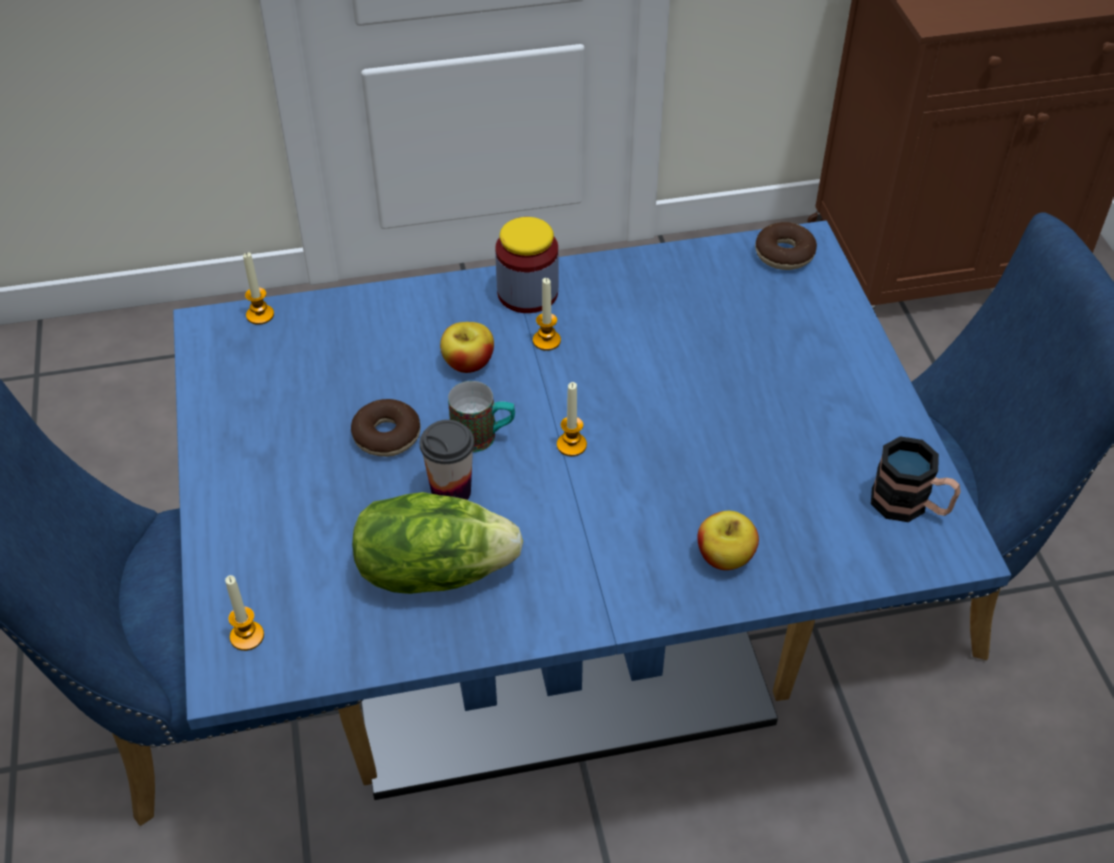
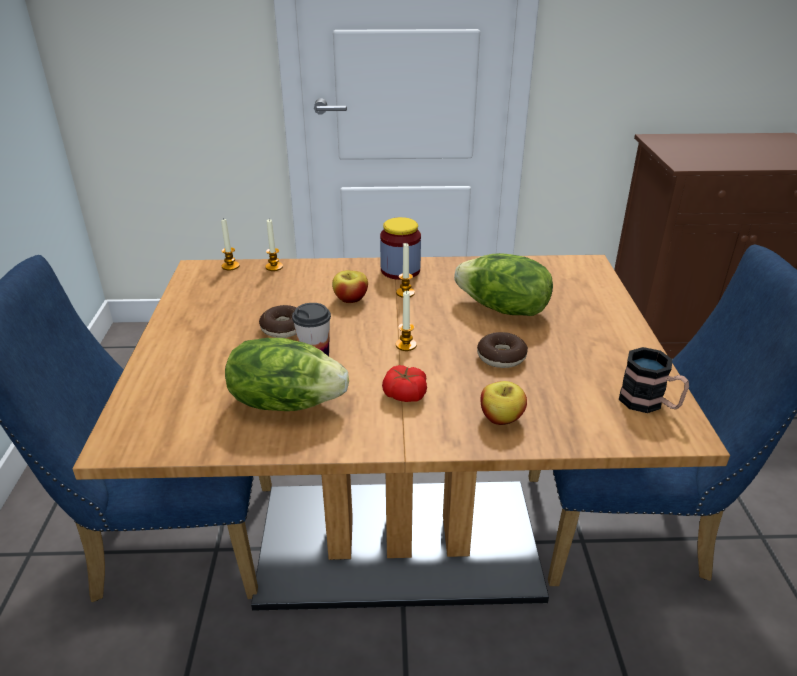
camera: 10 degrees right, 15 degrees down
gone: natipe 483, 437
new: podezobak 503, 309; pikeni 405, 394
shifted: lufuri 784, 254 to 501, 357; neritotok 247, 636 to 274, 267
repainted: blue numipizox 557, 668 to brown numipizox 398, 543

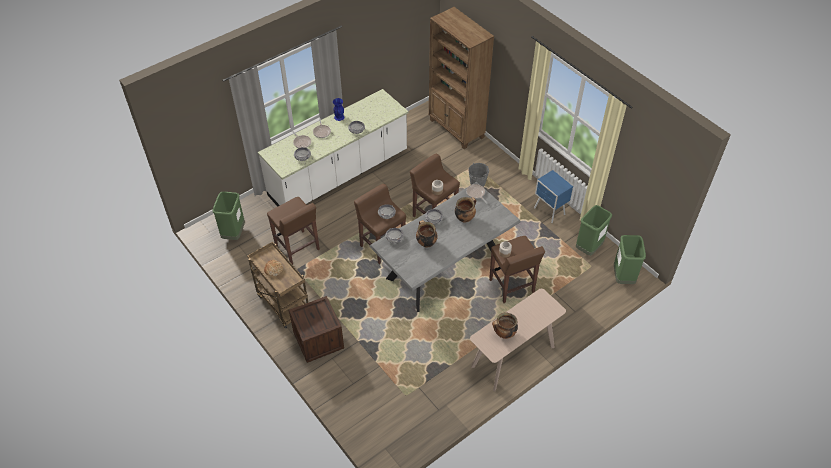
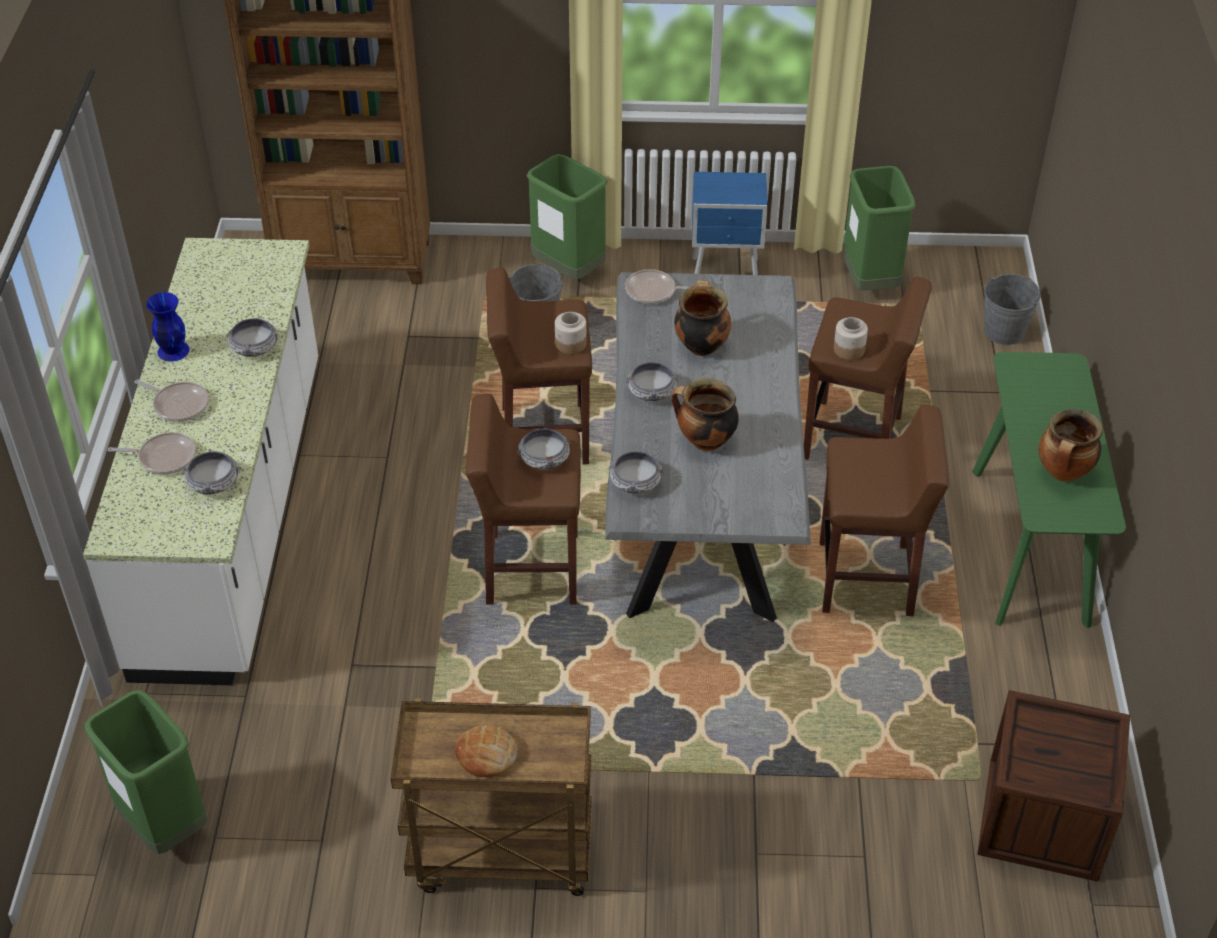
camera: 50 degrees left, 5 degrees down
new: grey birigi 1004, 331
shifted: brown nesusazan 297, 248 to 867, 579; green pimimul 623, 277 to 568, 270; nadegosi 318, 340 to 1042, 818
repainted: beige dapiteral 513, 357 to green dapiteral 1030, 546

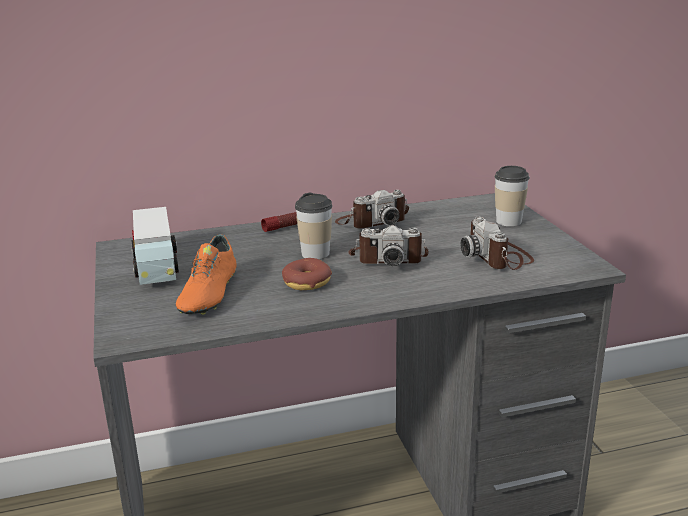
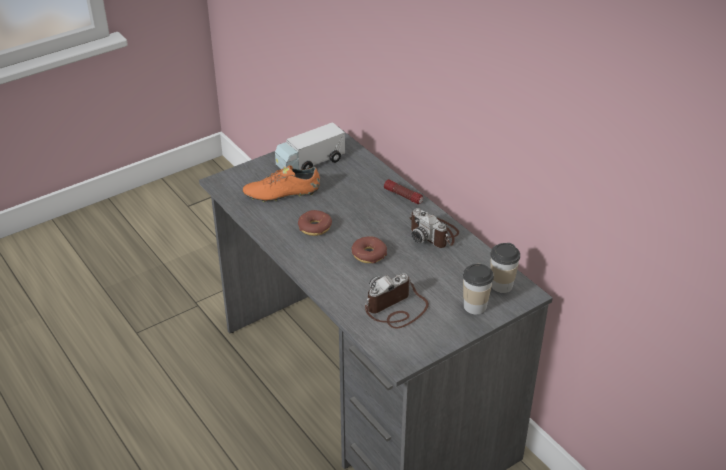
camera: 70 degrees right, 15 degrees up
shifted: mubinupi 315, 254 to 501, 285
swapped: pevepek 387, 258 to lufuri 369, 254

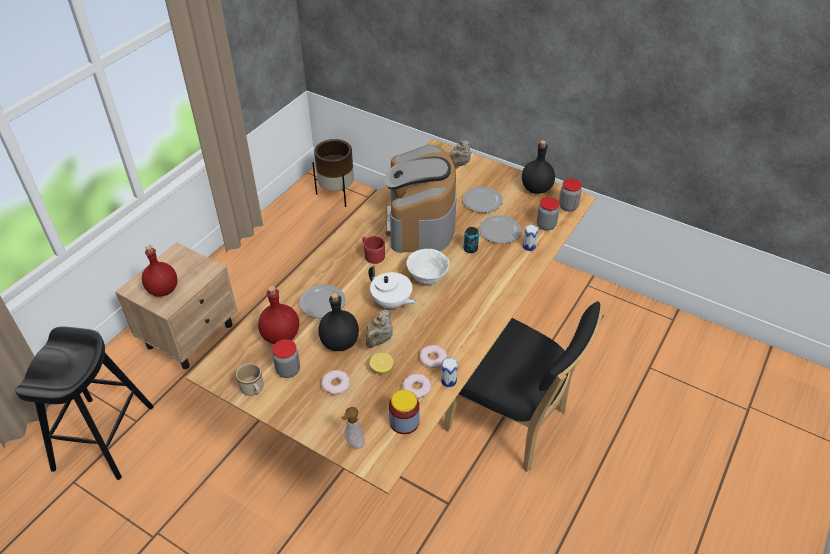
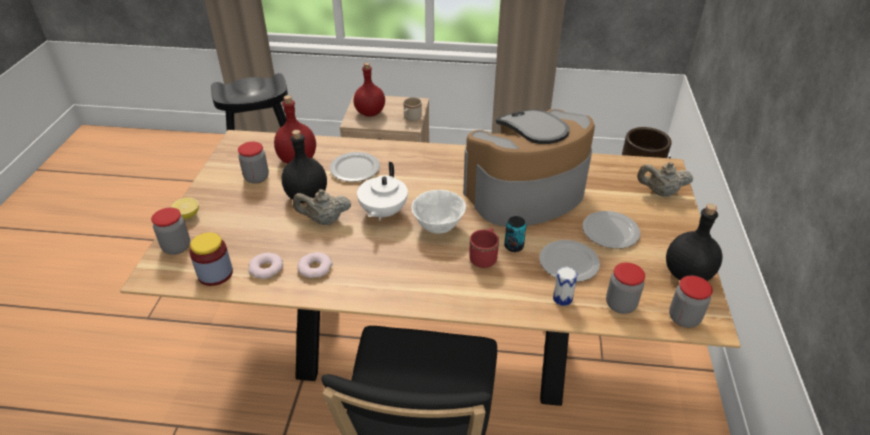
camera: 65 degrees right, 5 degrees down
gone: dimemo 448, 381; lufuri 336, 384
shifted: red natipe 372, 256 to 484, 257; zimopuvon 382, 369 to 187, 215; beige natipe 253, 390 to 411, 118
swapped: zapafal 353, 444 to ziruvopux 176, 247

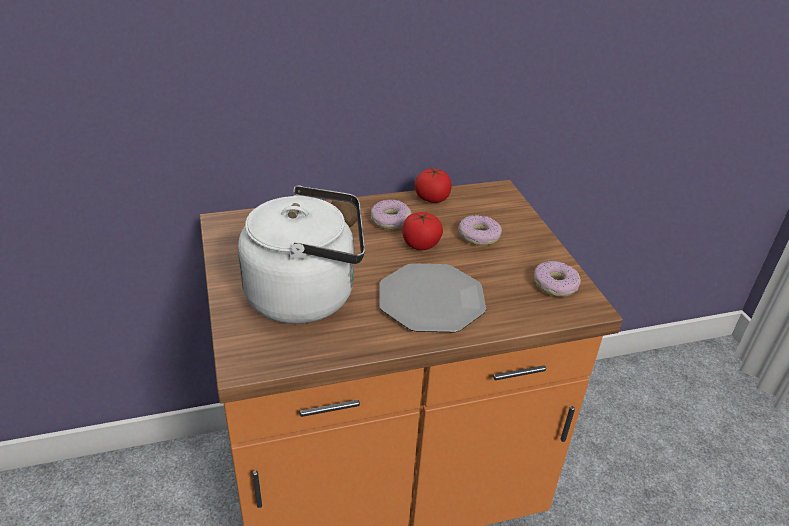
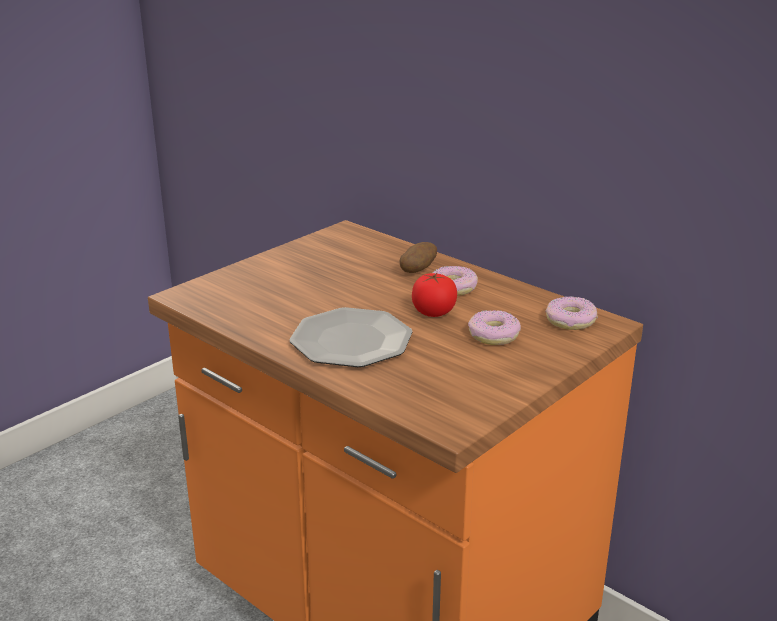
camera: 60 degrees right, 10 degrees down
gone: pikeni 432, 198; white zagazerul 308, 295
shifted: lufuri 555, 285 to 571, 321

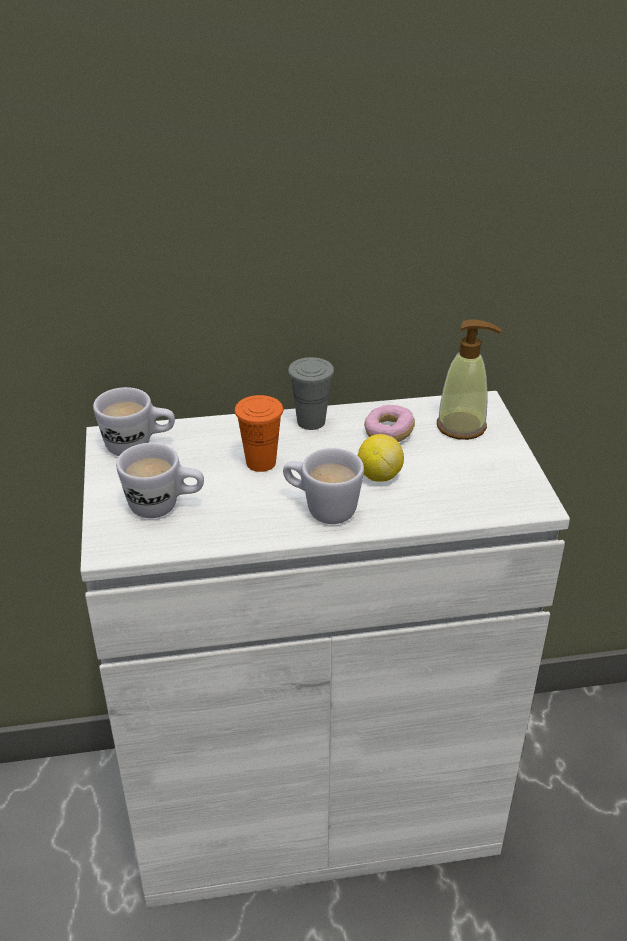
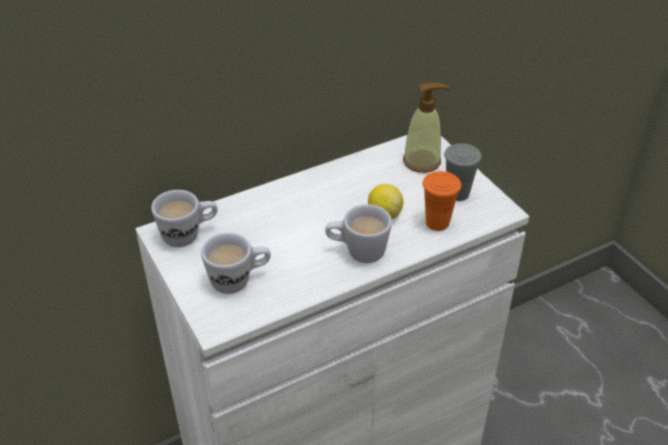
camera: 20 degrees left, 5 degrees up
gone: lufuri 388, 433
shifted: grey mubinupi 311, 422 to 457, 193; orange mubinupi 261, 462 to 437, 223

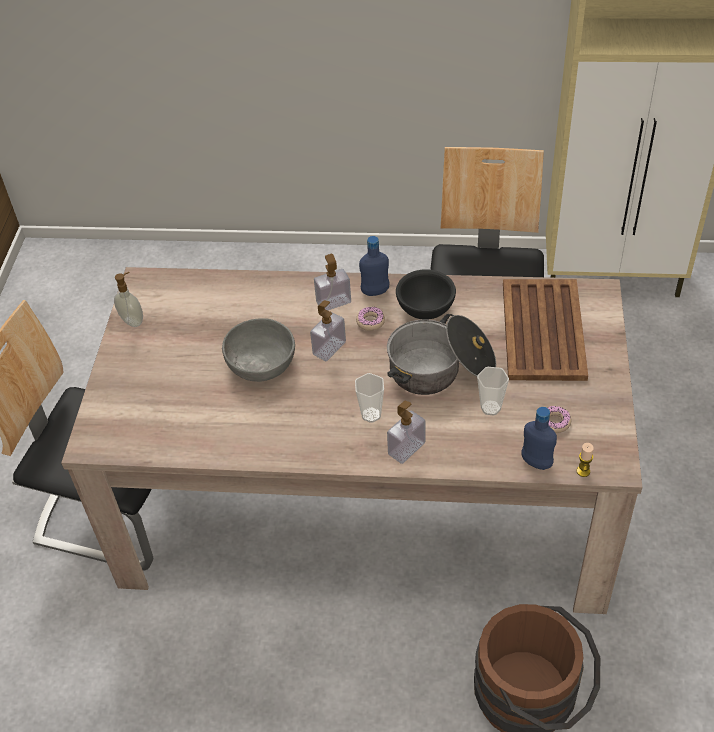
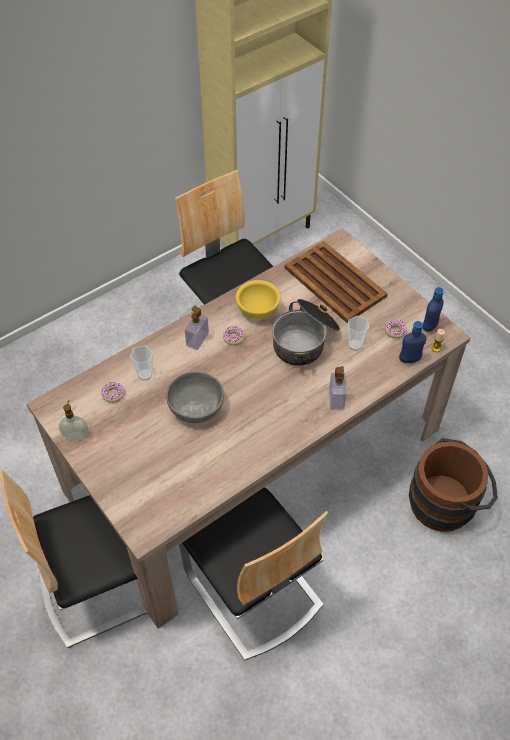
camera: 45 degrees left, 5 degrees up
gone: zapafal 329, 348
new: lufuri 113, 394; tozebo 253, 590
shifted: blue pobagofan 375, 292 to 429, 326; mubinupi 371, 415 to 145, 374
repainted: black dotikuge 426, 310 to yellow dotikuge 258, 310

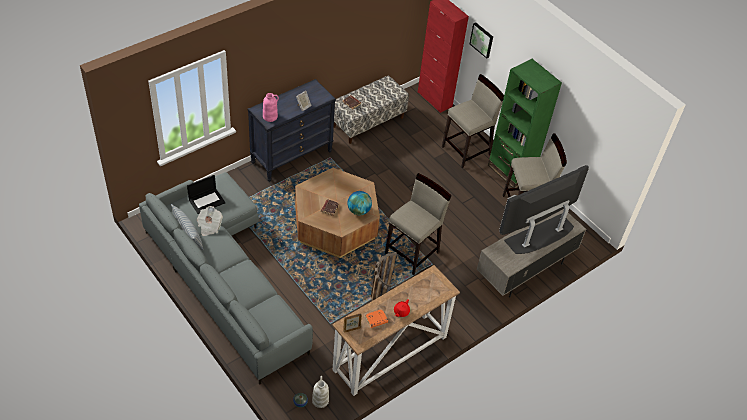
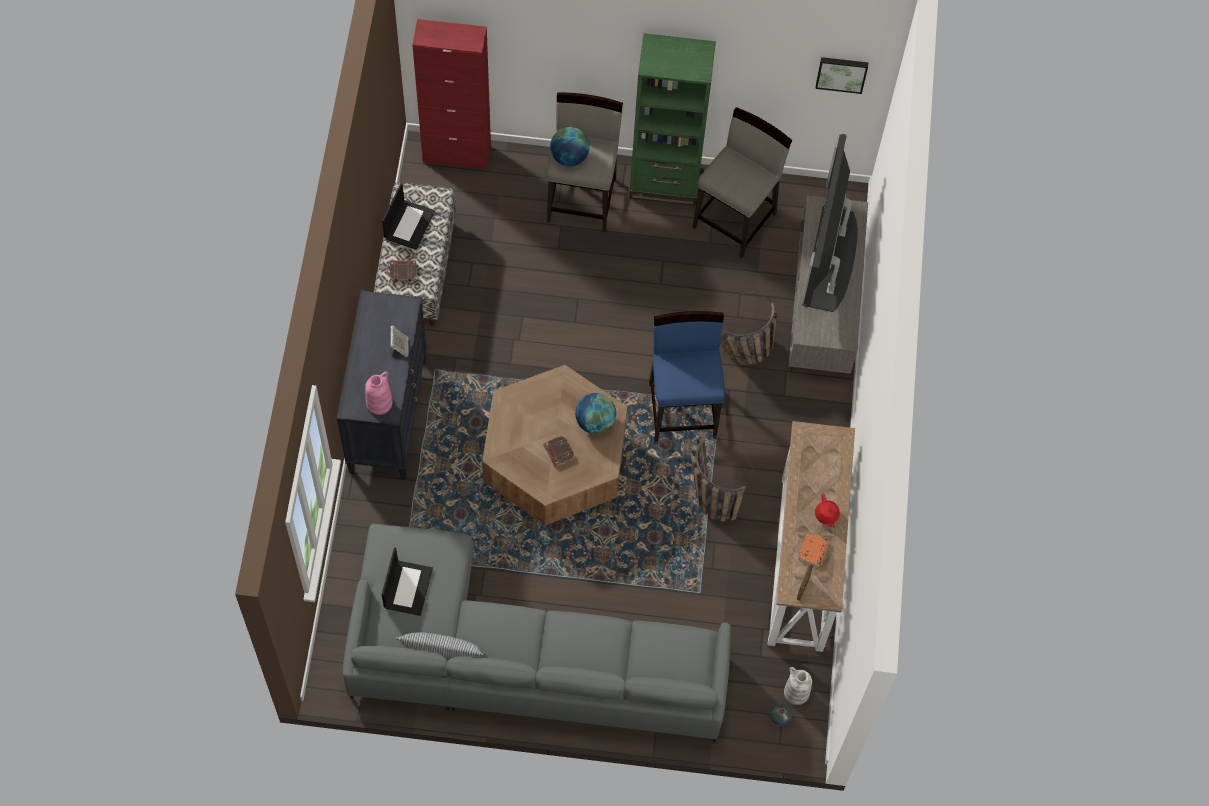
camera: 45 degrees left, 15 degrees up
gone: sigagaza 209, 226
new: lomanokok 569, 157; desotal 409, 224; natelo 740, 352
shifted: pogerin 482, 39 to 841, 73
repainted: beige nesusazan 412, 253 to blue nesusazan 683, 409

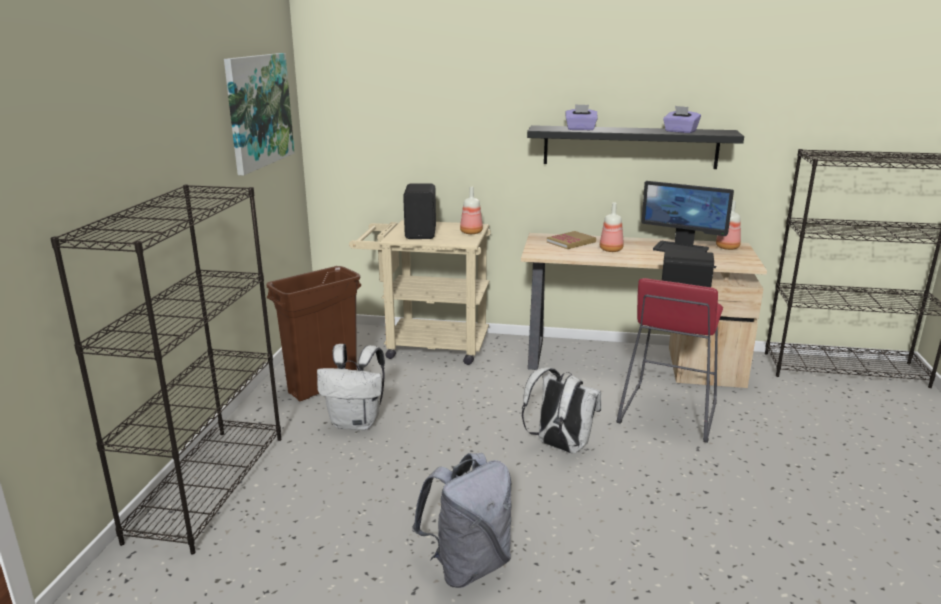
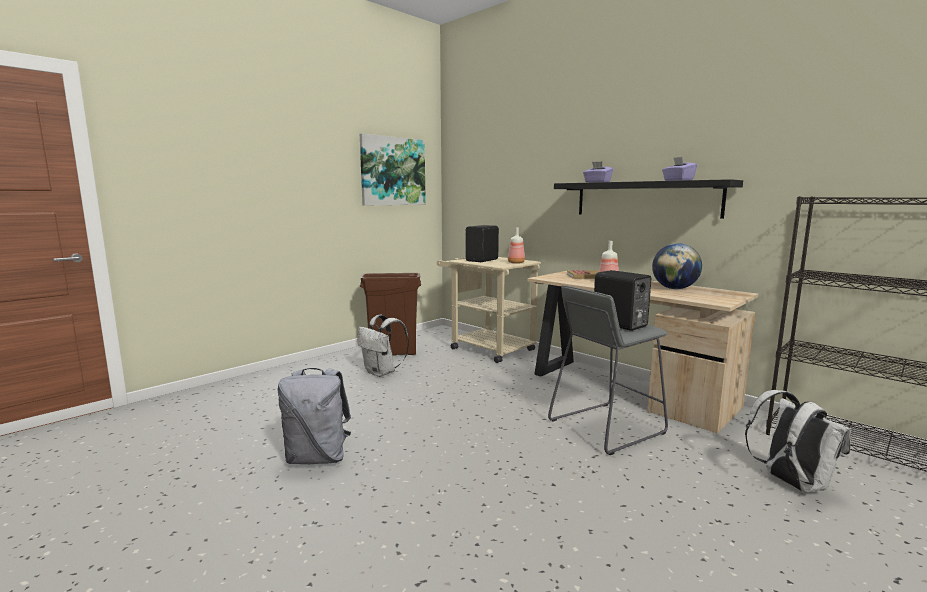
camera: 35 degrees right, 10 degrees down
gone: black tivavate 209, 485; pobagofan 728, 248
shifted: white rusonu 559, 446 to 790, 483
swapped: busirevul 681, 249 to lomanokok 674, 288
repainted: red nesusazan 668, 413 to grey nesusazan 606, 427

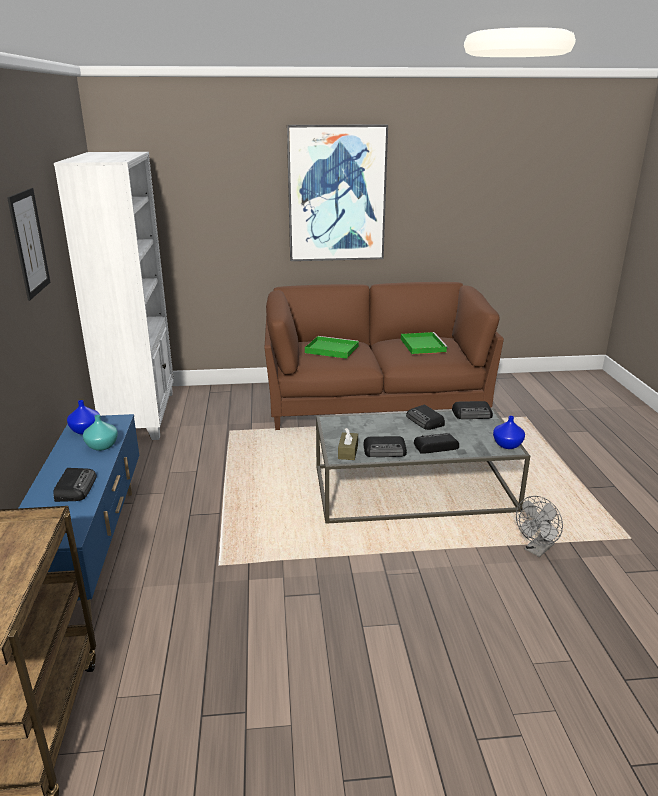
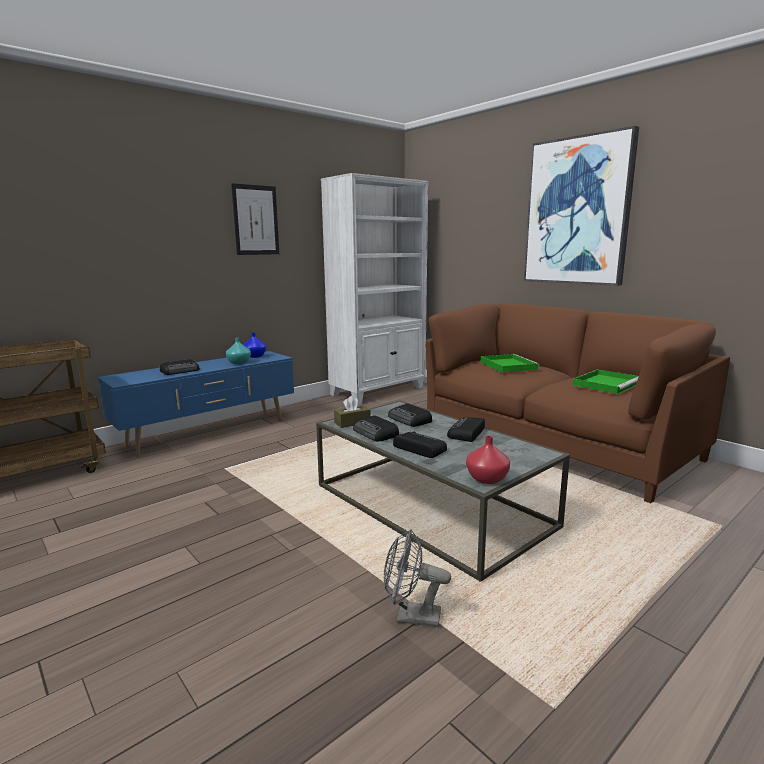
camera: 55 degrees right, 10 degrees down
shifted: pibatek 473, 414 to 410, 420
repainted: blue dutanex 507, 445 to red dutanex 486, 479

